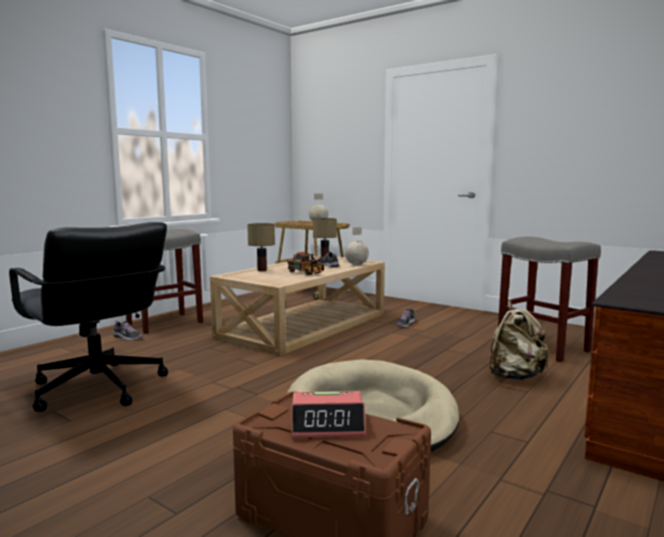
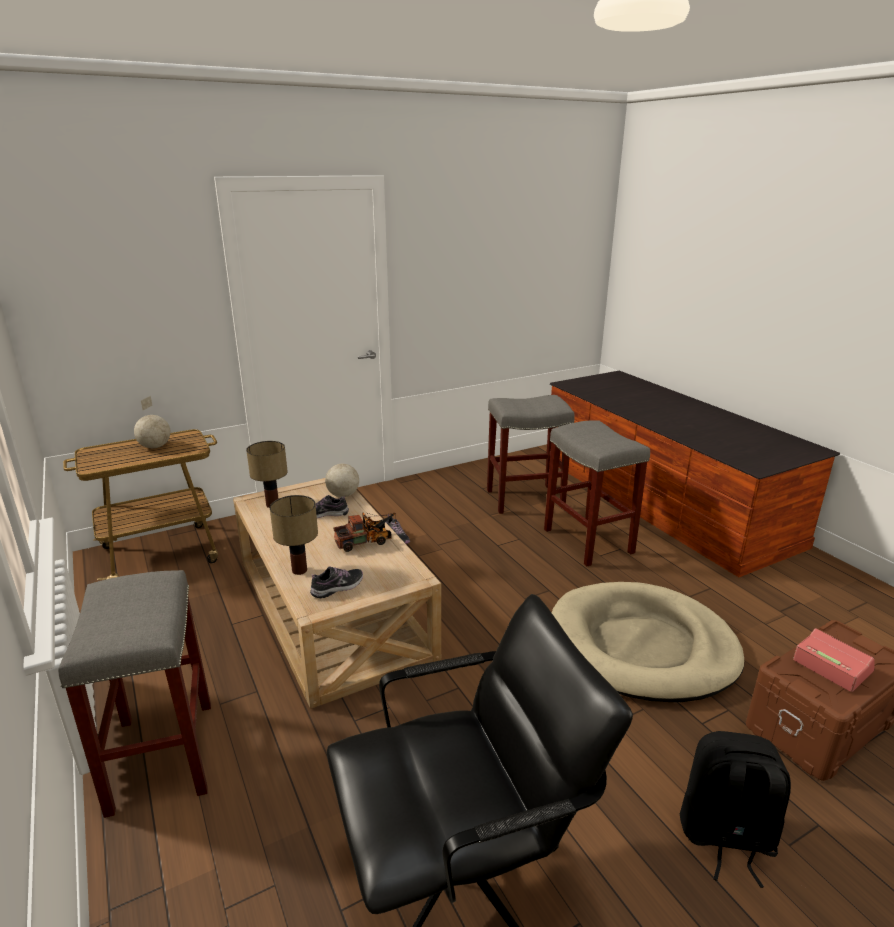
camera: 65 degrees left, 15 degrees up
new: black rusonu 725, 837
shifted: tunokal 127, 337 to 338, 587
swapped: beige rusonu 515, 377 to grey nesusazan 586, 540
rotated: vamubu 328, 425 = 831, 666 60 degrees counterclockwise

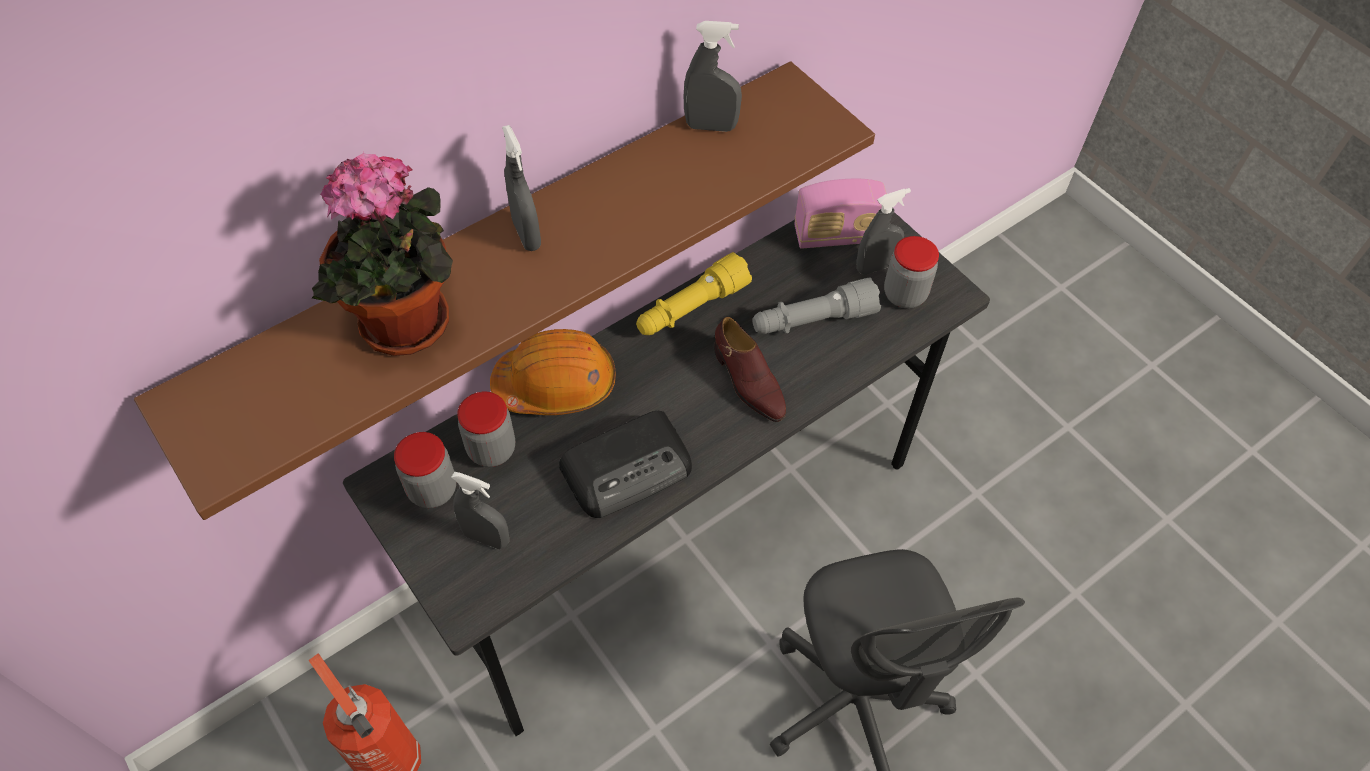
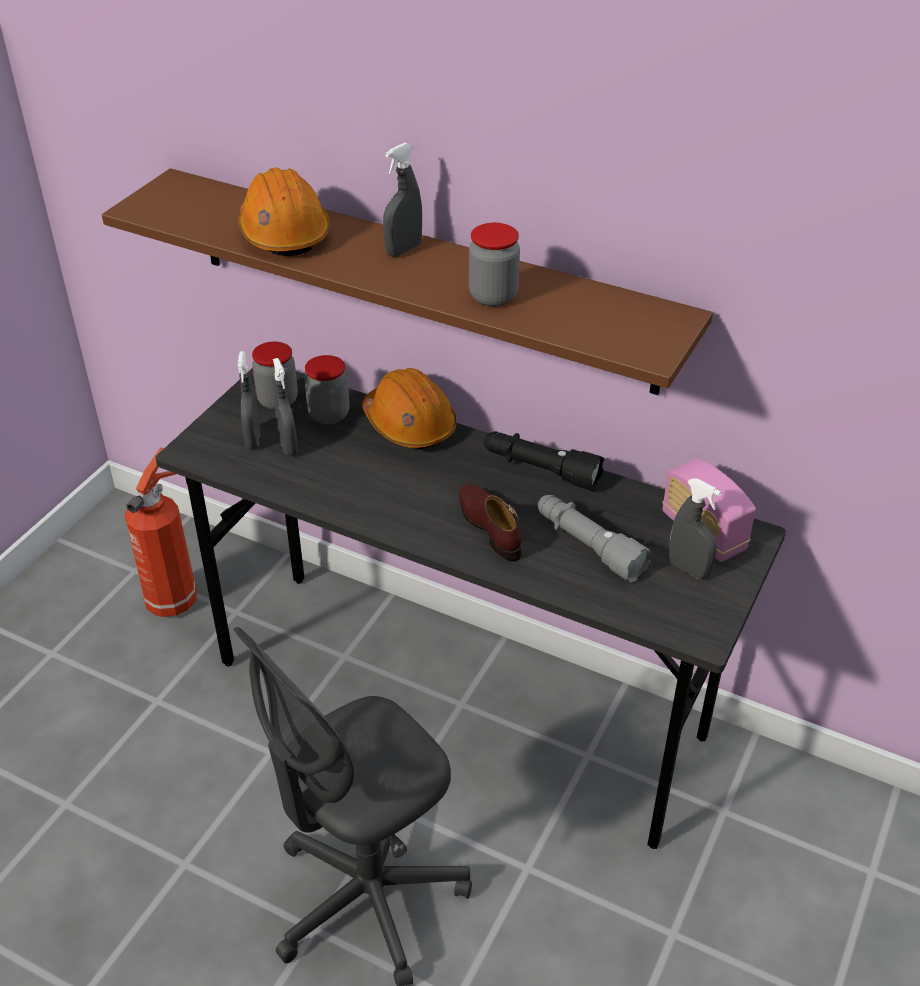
camera: 65 degrees right, 15 degrees down
gone: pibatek 629, 468
shifted: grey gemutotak 711, 126 to 288, 446; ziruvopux 904, 294 to 493, 296
swapped: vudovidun 408, 328 to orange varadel 284, 233
repainted: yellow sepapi 691, 308 to black sepapi 541, 469
rotated: brown tunokal 748, 381 = 490, 527 120 degrees clockwise

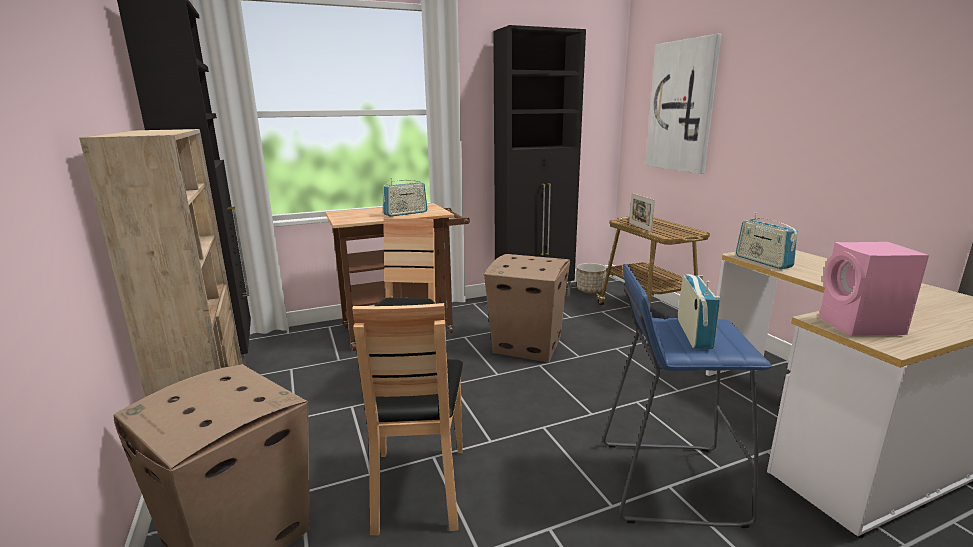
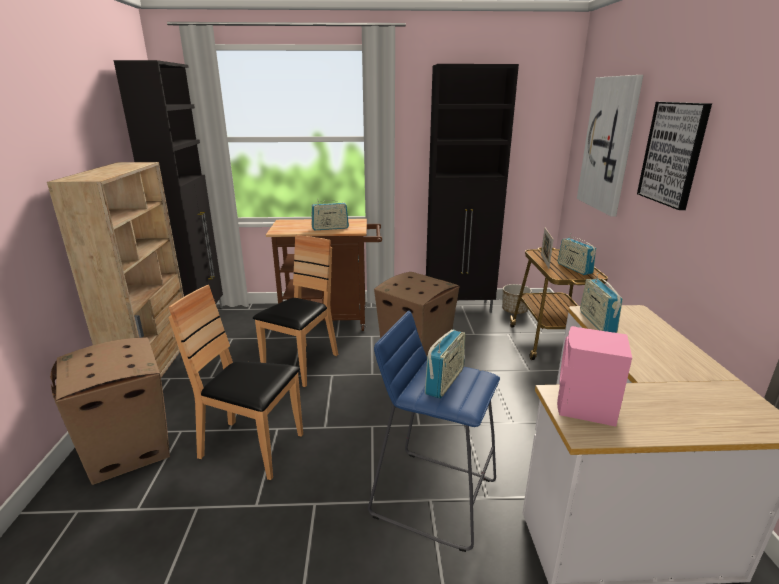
camera: 20 degrees right, 5 degrees up
new: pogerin 673, 154; pibatek 574, 268
rotated: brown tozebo 419, 486 = 252, 448 90 degrees clockwise

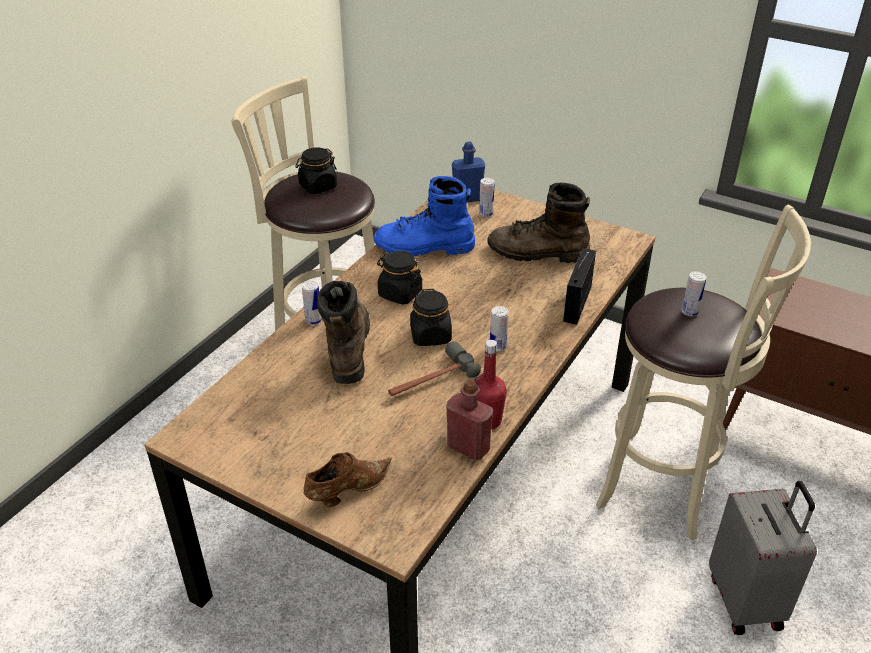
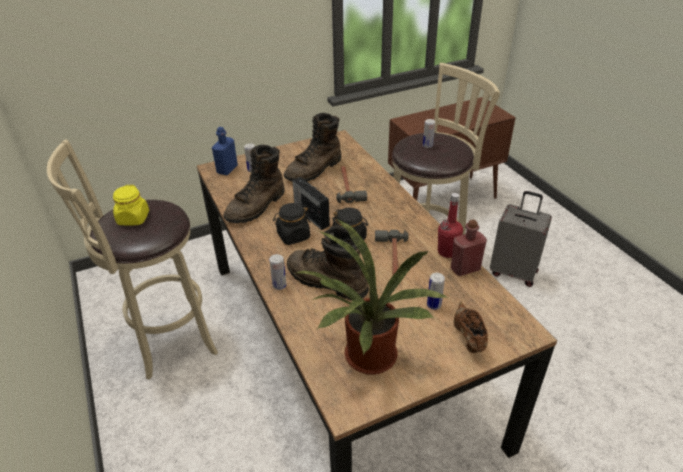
camera: 55 degrees left, 0 degrees up
new: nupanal 348, 187; vudovidun 367, 360
shifted: pibatek 578, 303 to 311, 215; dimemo 498, 347 to 434, 305
repainted: black ziruvopux 318, 186 to yellow ziruvopux 133, 219; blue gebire 424, 247 to brown gebire 257, 207

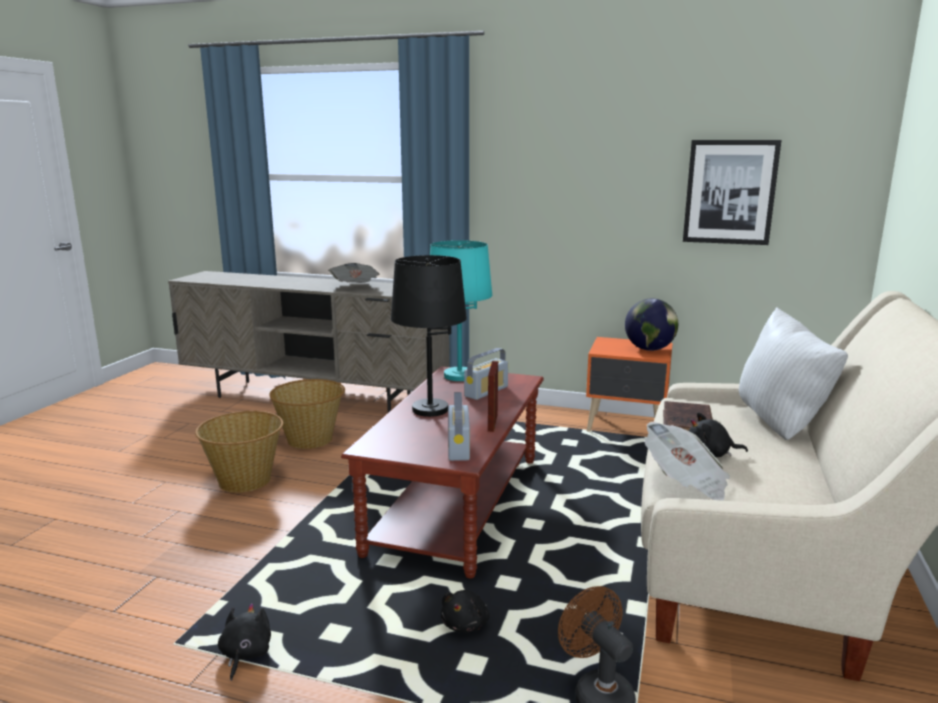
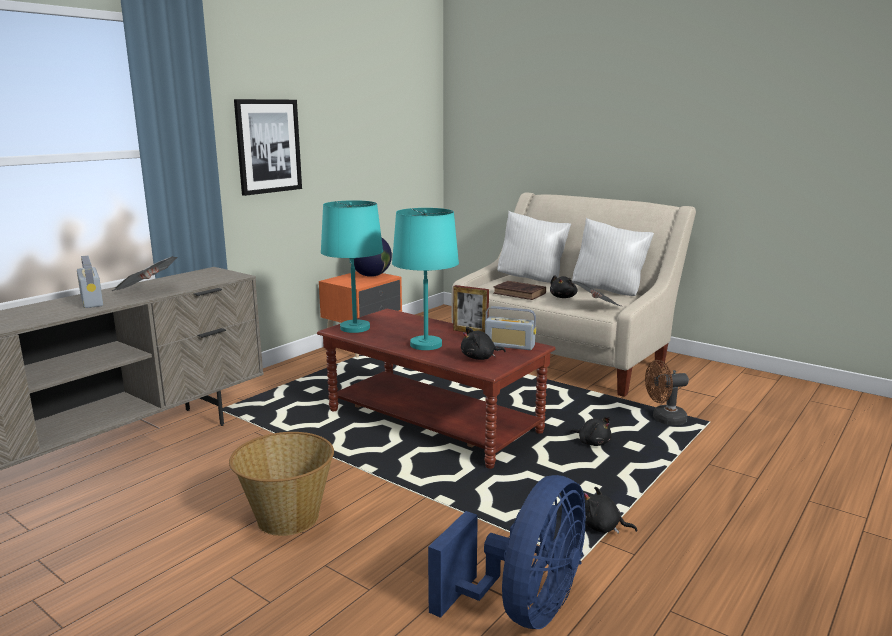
camera: 70 degrees left, 0 degrees up
gone: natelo 311, 439
new: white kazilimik 609, 291; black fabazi 480, 358; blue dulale 523, 609
shifted: pogerin 730, 192 to 268, 146; pibatek 486, 391 to 91, 301
repainted: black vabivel 430, 410 to turquoise vabivel 426, 345

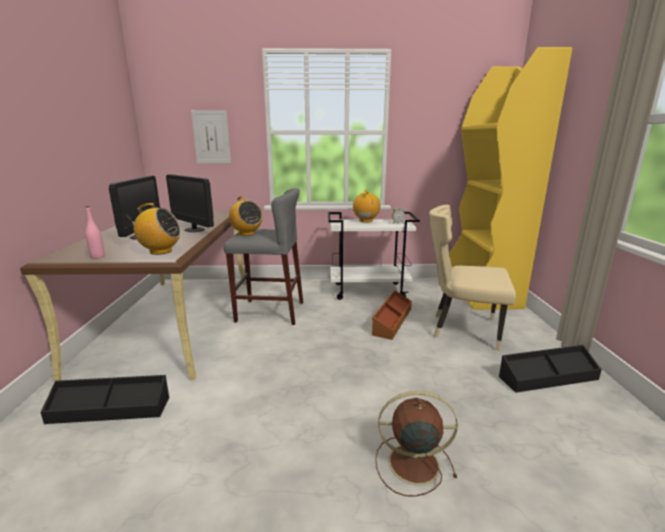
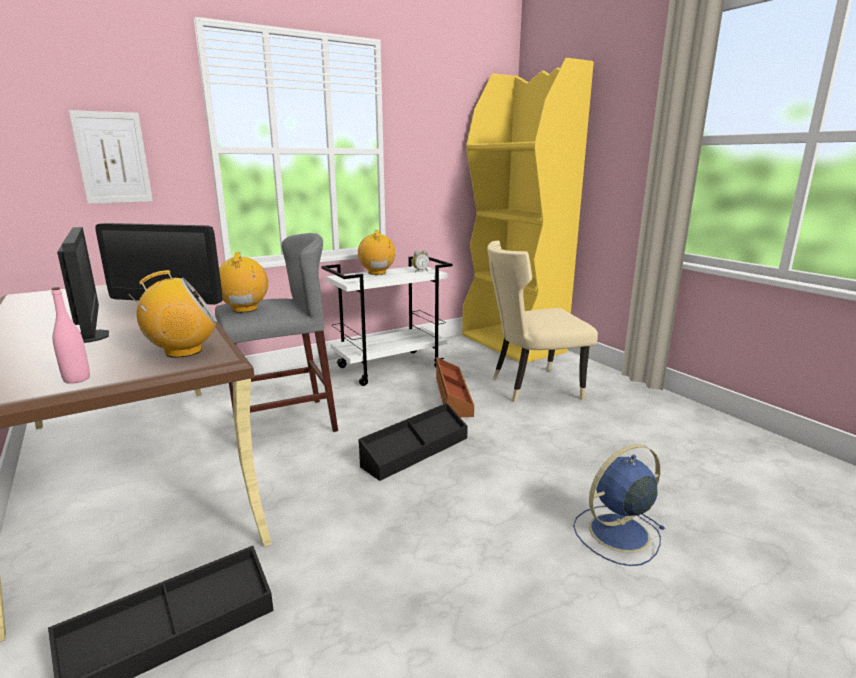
camera: 30 degrees left, 0 degrees up
shifted: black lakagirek 547, 377 to 415, 451
repainted: brown dulale 411, 463 to blue dulale 616, 533
rotated: pibatek 246, 233 = 245, 309 120 degrees counterclockwise

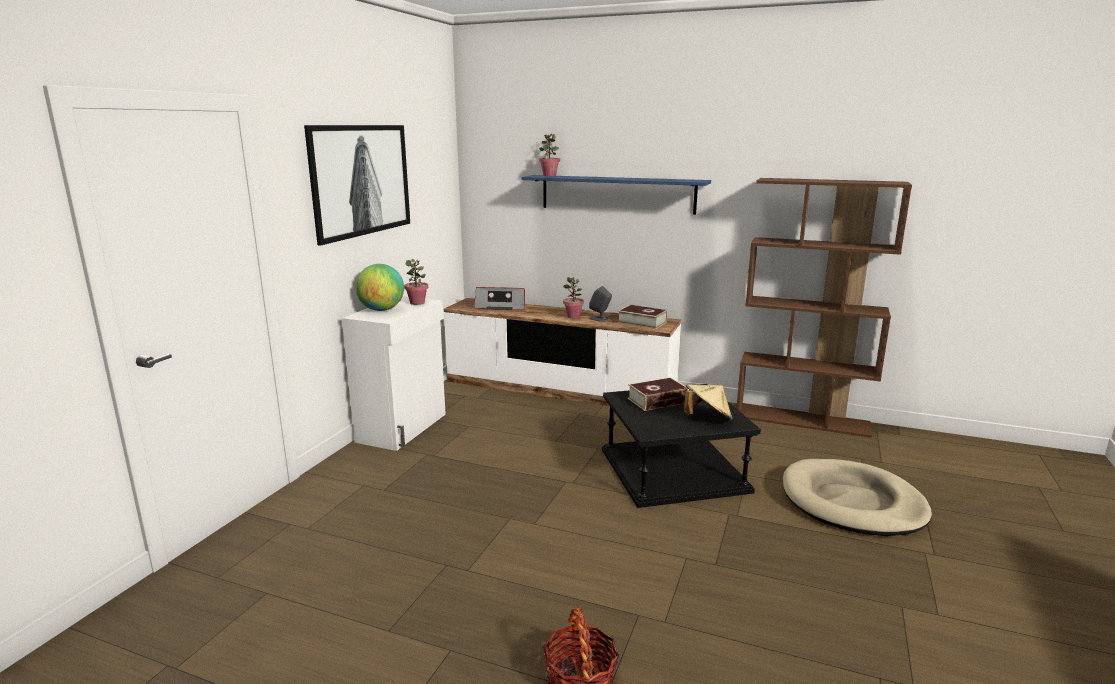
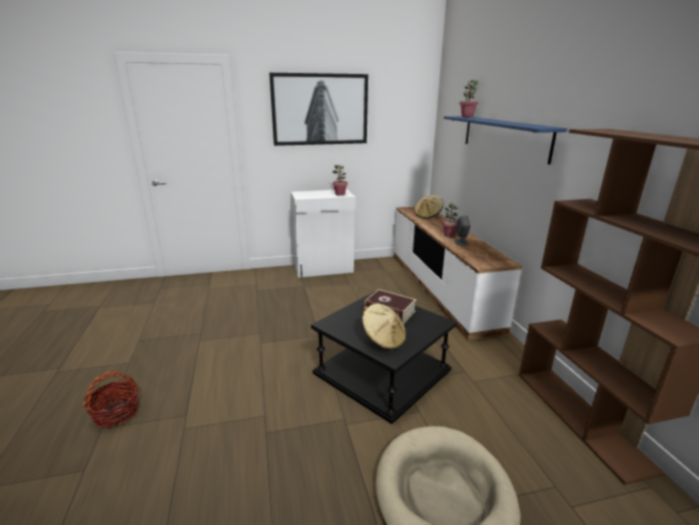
camera: 55 degrees right, 5 degrees up
gone: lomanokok 381, 310; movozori 642, 322
swapped: pibatek 501, 306 to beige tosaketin 428, 215

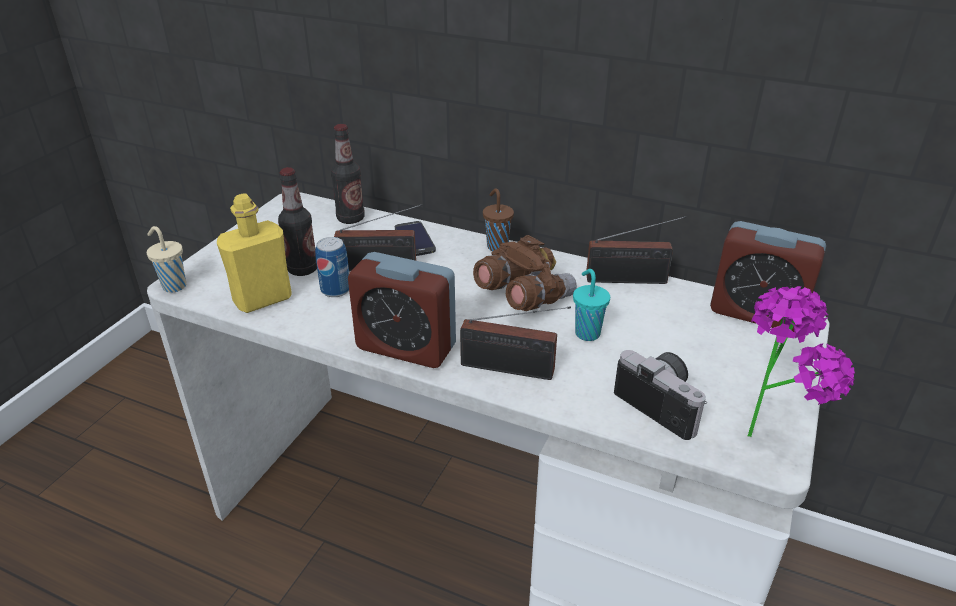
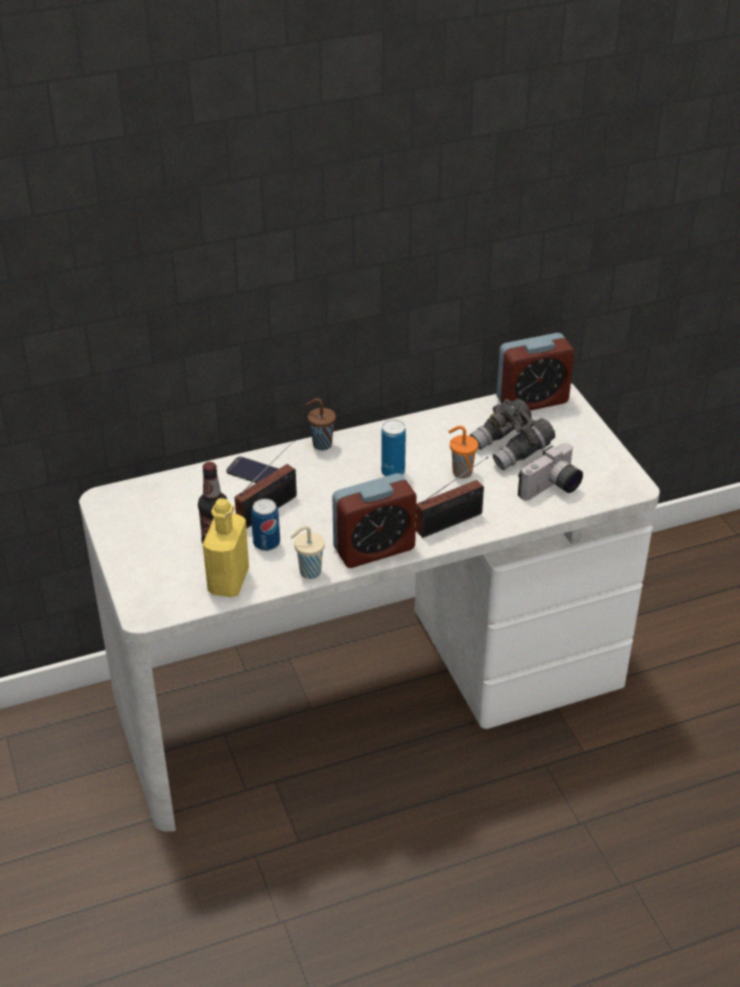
camera: 45 degrees left, 5 degrees up
gone: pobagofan 350, 218; pibatek 631, 280; vudovidun 769, 432
new: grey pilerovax 512, 449
shifted: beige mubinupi 173, 286 to 309, 572
swapped: brown pilerovax 523, 297 to dimemo 393, 472
repainted: turquoise mubinupi 586, 333 to orange mubinupi 461, 472
rotated: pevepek 663, 403 = 552, 489 135 degrees clockwise

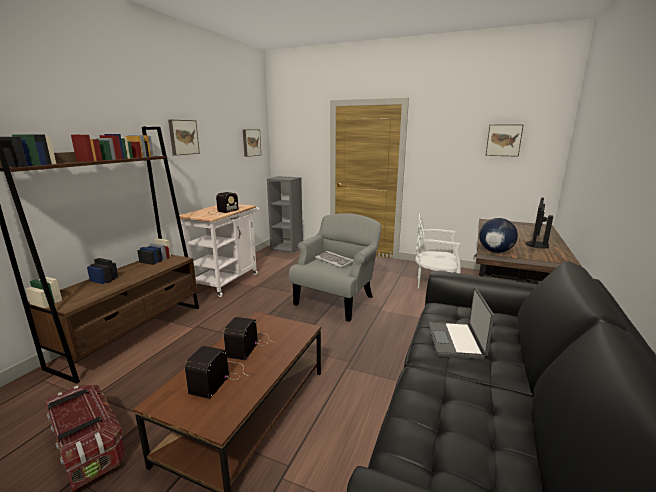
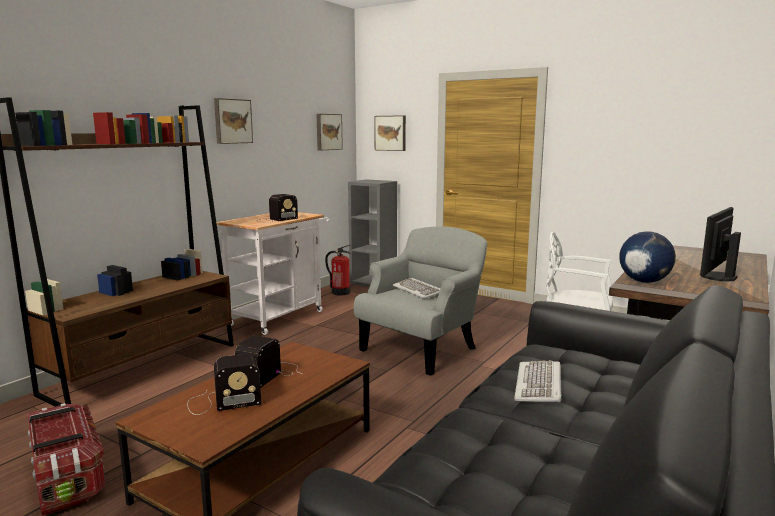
camera: 10 degrees right, 5 degrees down
new: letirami 340, 292
shifted: pogerin 503, 140 to 391, 133
swapped: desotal 456, 341 to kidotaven 539, 385
rotated: pibatek 219, 377 = 221, 402 135 degrees counterclockwise

